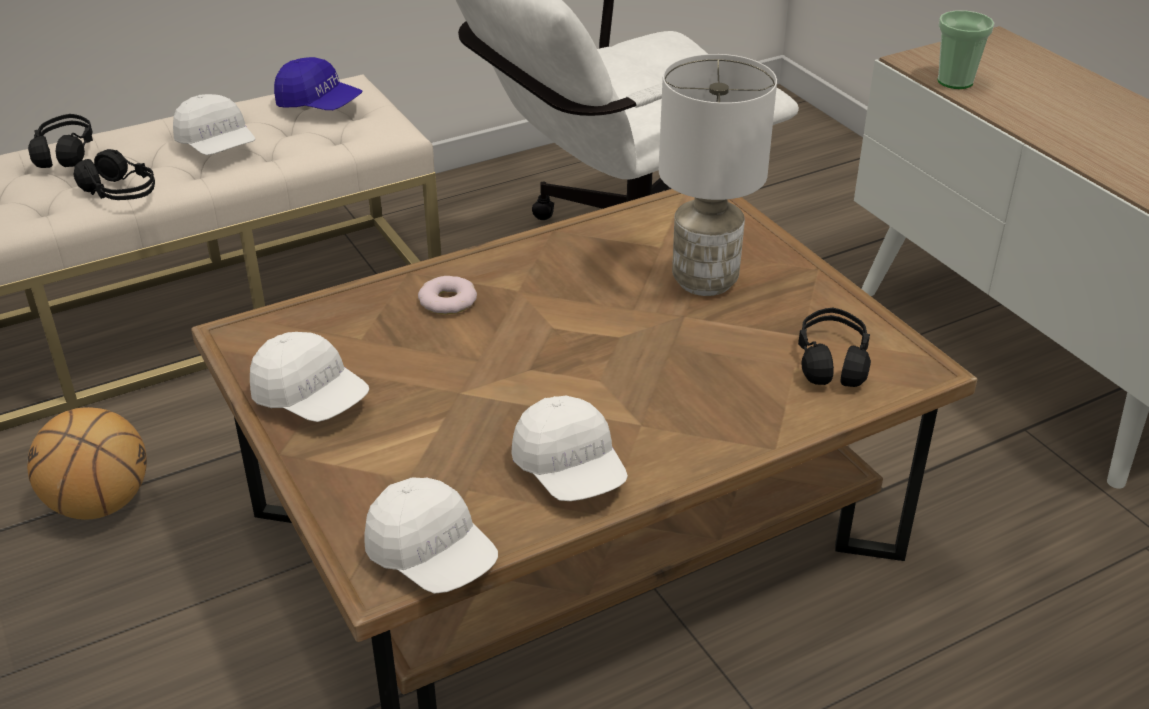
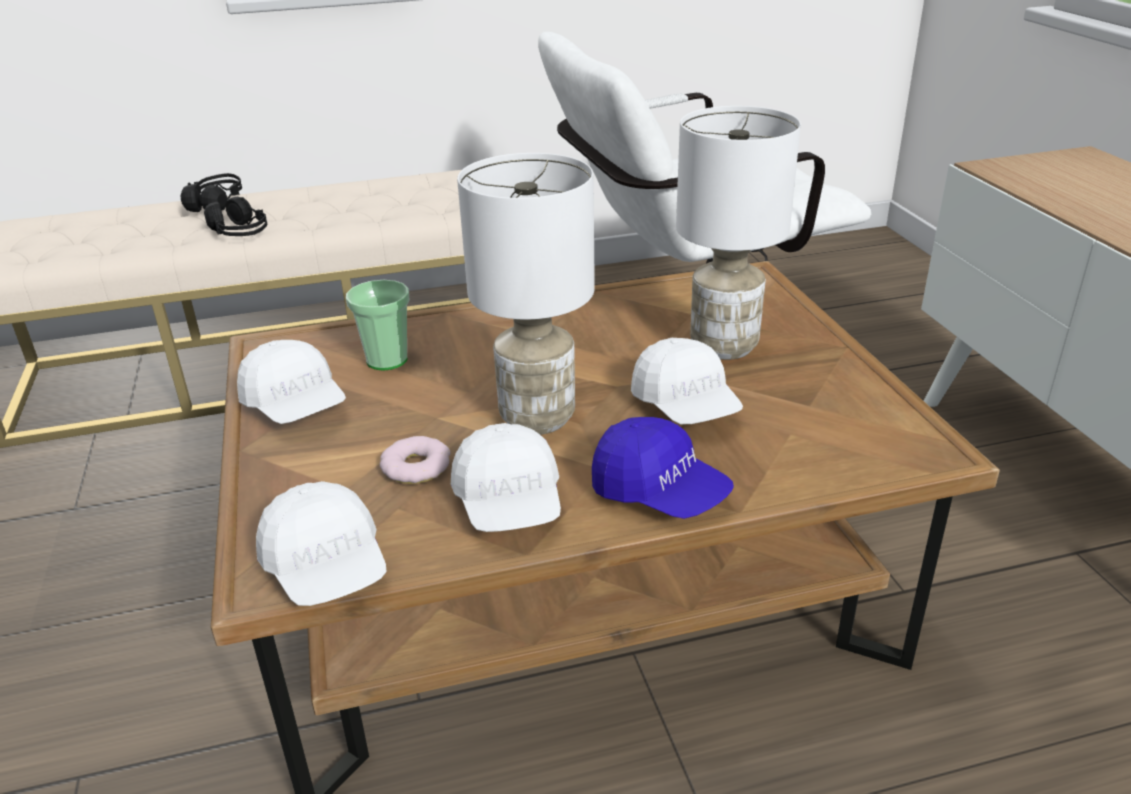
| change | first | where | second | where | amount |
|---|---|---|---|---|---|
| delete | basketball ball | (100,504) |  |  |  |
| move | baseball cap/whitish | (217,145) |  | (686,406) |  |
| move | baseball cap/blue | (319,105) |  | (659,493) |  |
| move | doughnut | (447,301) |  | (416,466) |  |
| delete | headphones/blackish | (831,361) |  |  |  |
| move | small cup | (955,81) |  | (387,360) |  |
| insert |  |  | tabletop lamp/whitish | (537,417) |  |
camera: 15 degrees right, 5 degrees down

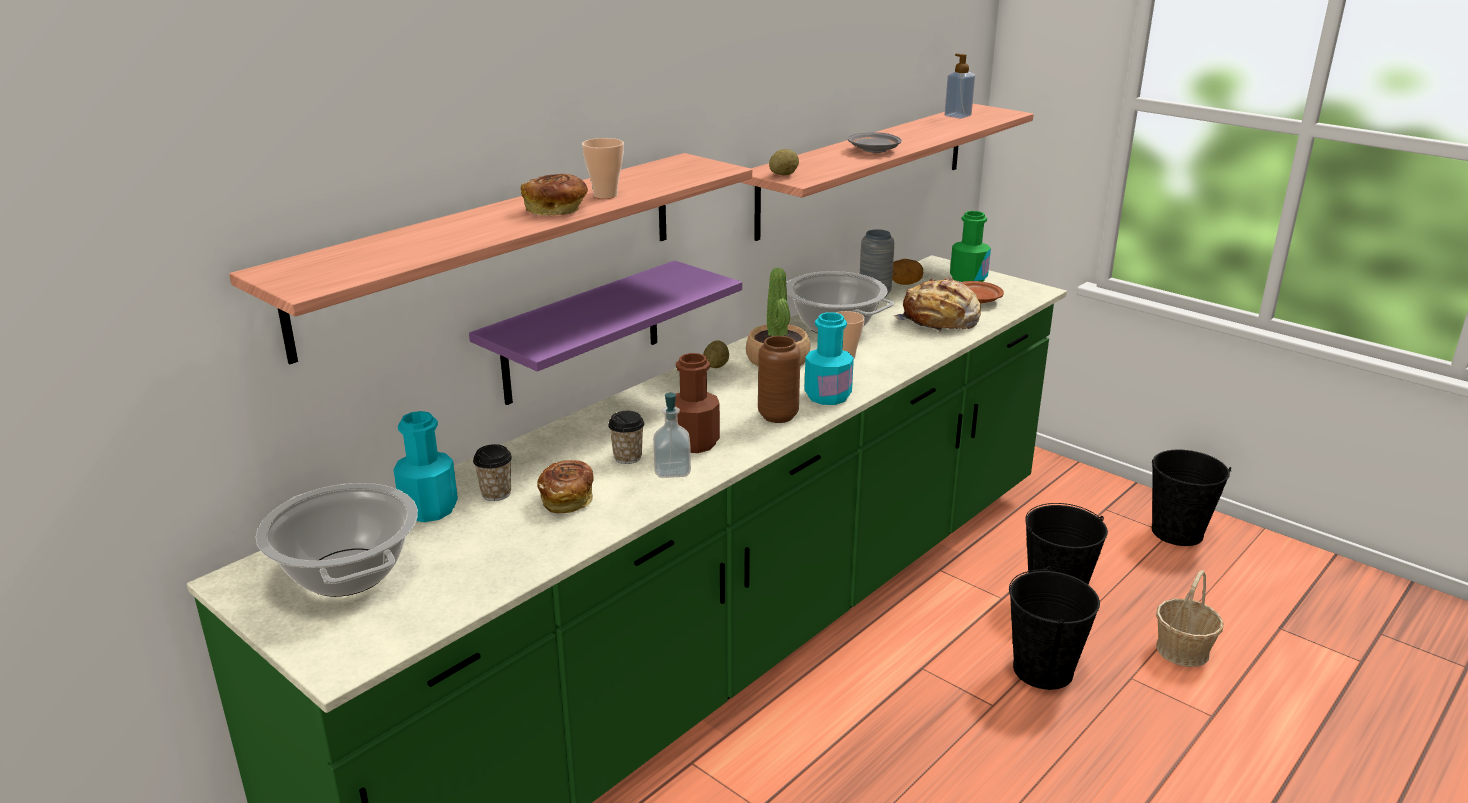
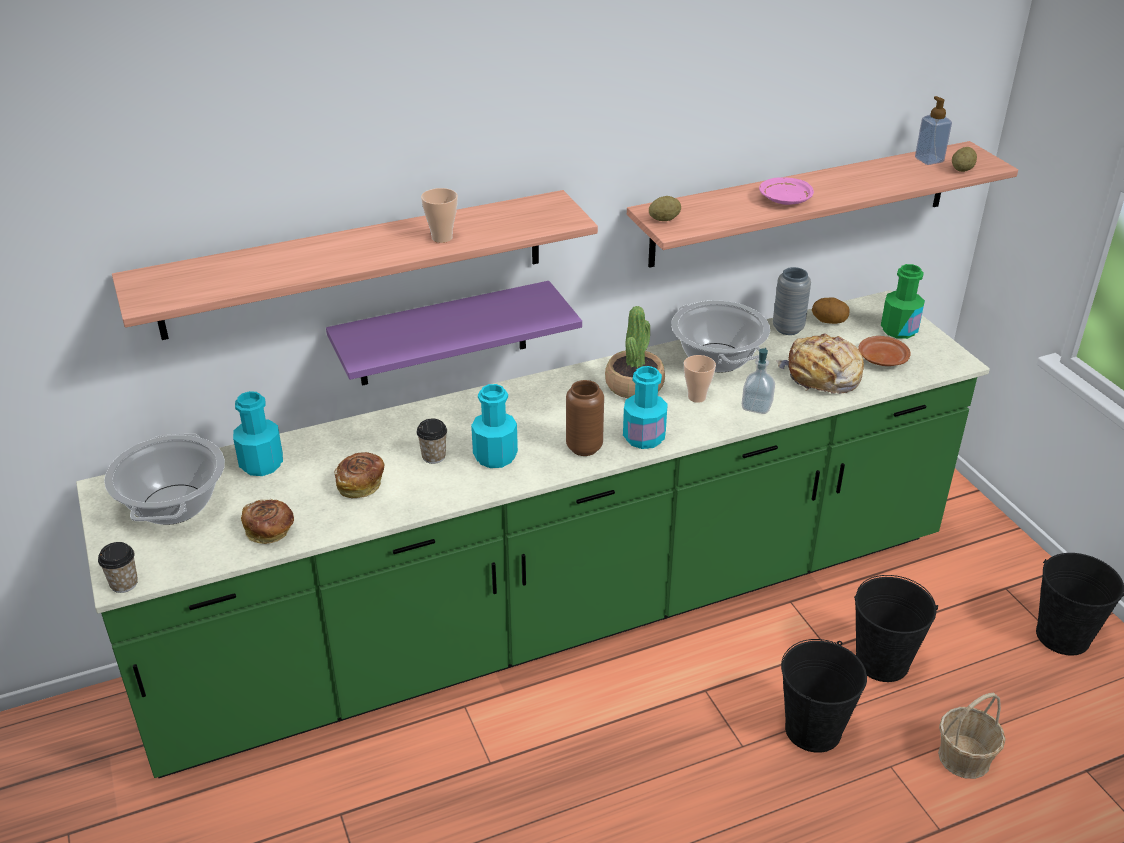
| change | first | where | second | where | amount |
|---|---|---|---|---|---|
| move | small cup | (496,493) |  | (124,583) |  |
| move | bread | (556,210) |  | (270,531) |  |
| move | soap bottle | (672,470) |  | (756,406) |  |
| recolor | beverage bottle/brown-coloured | (694,442) | beverage bottle/blue-green | (495,456) |  |
| move | potato | (716,366) |  | (962,170) |  |
| recolor | dinner plate/gray | (874,150) | dinner plate/pink | (785,200) |  |
camera: 25 degrees right, 10 degrees up

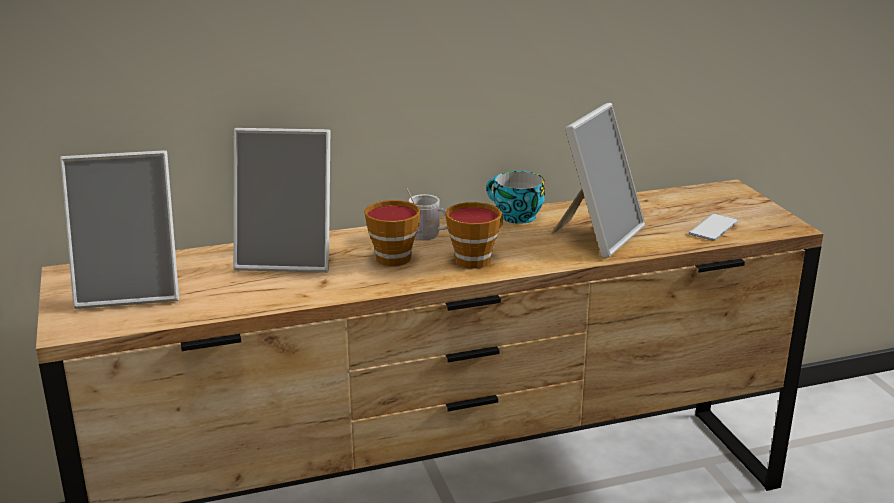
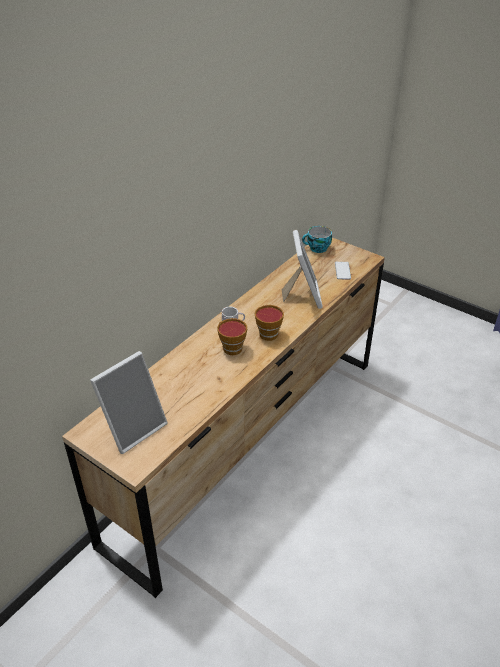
| change | first | where | second | where | amount |
|---|---|---|---|---|---|
| delete | standing frame | (288,258) |  |  |  |
| move | small cup | (515,217) |  | (317,249) |  |
camera: 35 degrees left, 15 degrees up

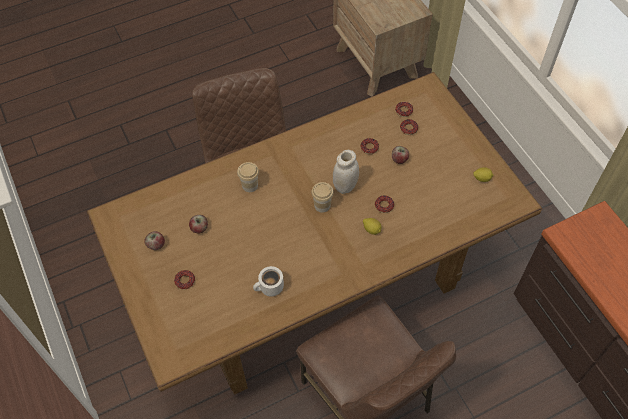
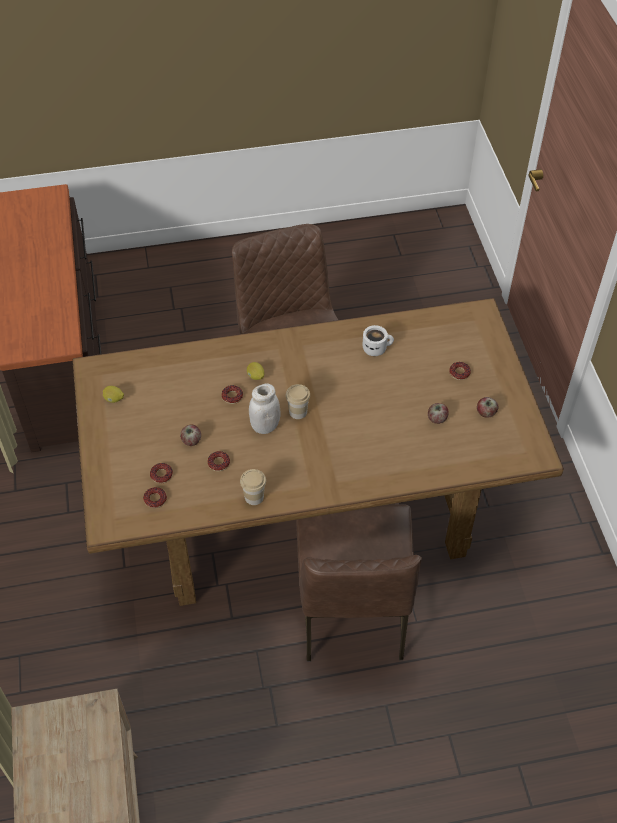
| change | first | where | second | where | amount |
|---|---|---|---|---|---|
| move | small cup | (250,185) |  | (254,497) |  |
camera: 165 degrees left, 5 degrees down

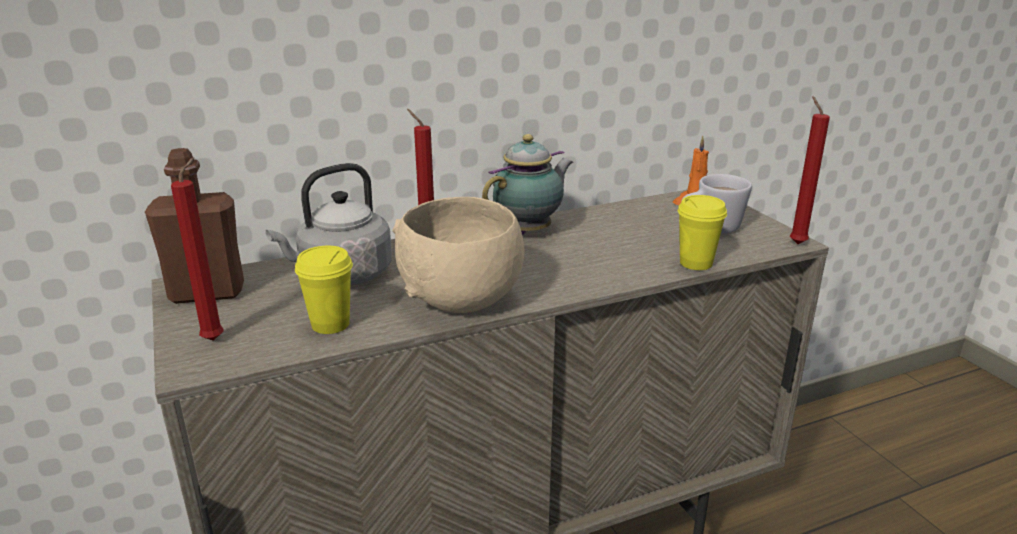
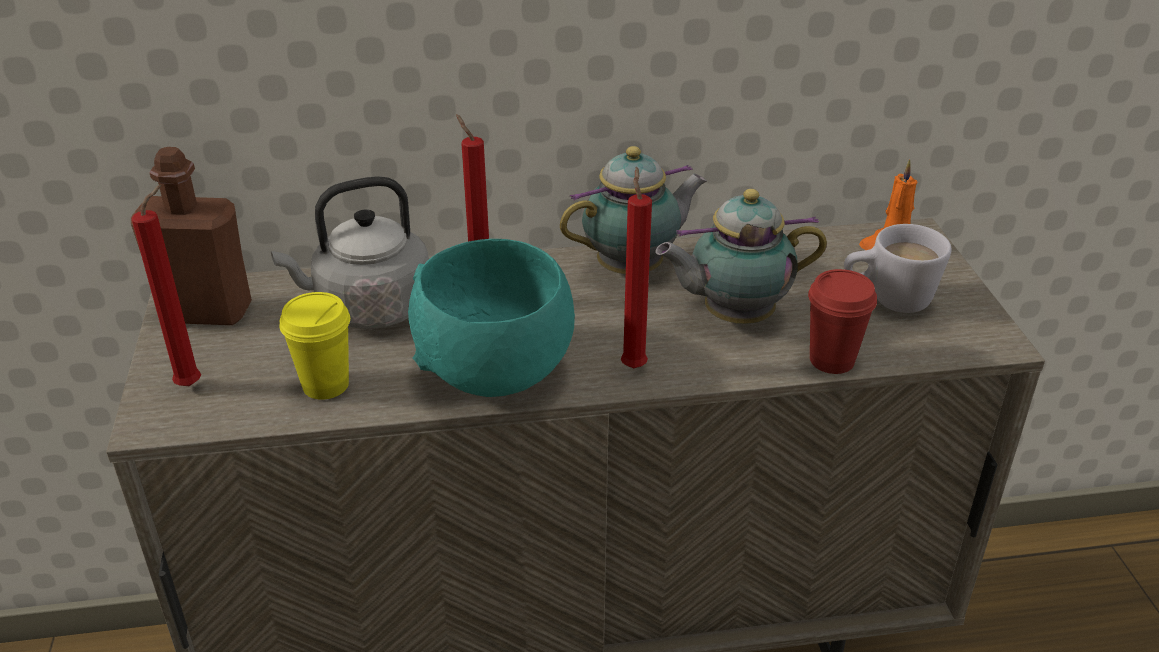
| change | first | where | second | where | amount |
|---|---|---|---|---|---|
| recolor | serving bowl/sand-coloured | (463,299) | serving bowl/blue-green | (497,372) |  |
| recolor | small cup/yellow-coloured | (696,263) | small cup/reddish | (831,360) |  |
| move | candle/reddish | (795,243) |  | (633,365) |  |
| insert |  |  | pot for tea | (732,316) |  |
camera: 15 degrees right, 10 degrees up

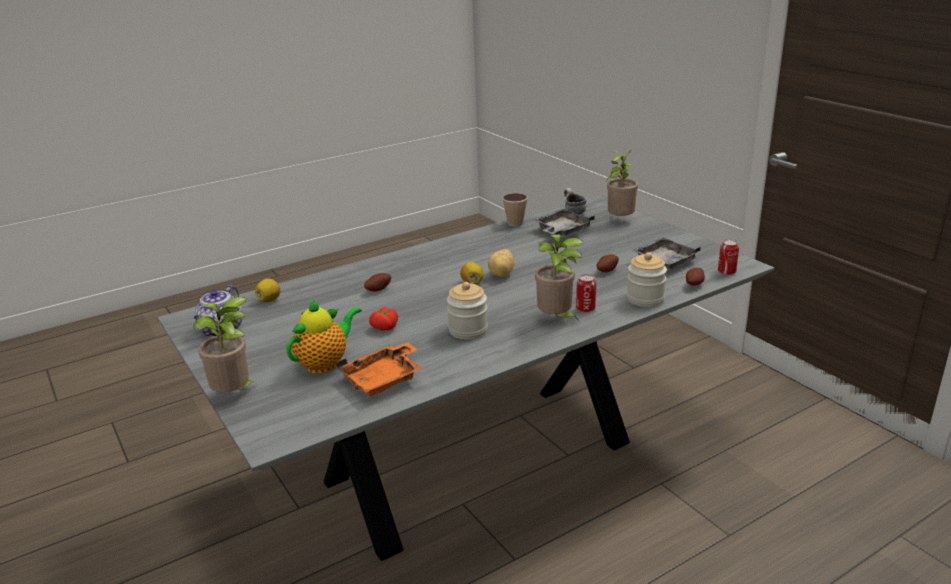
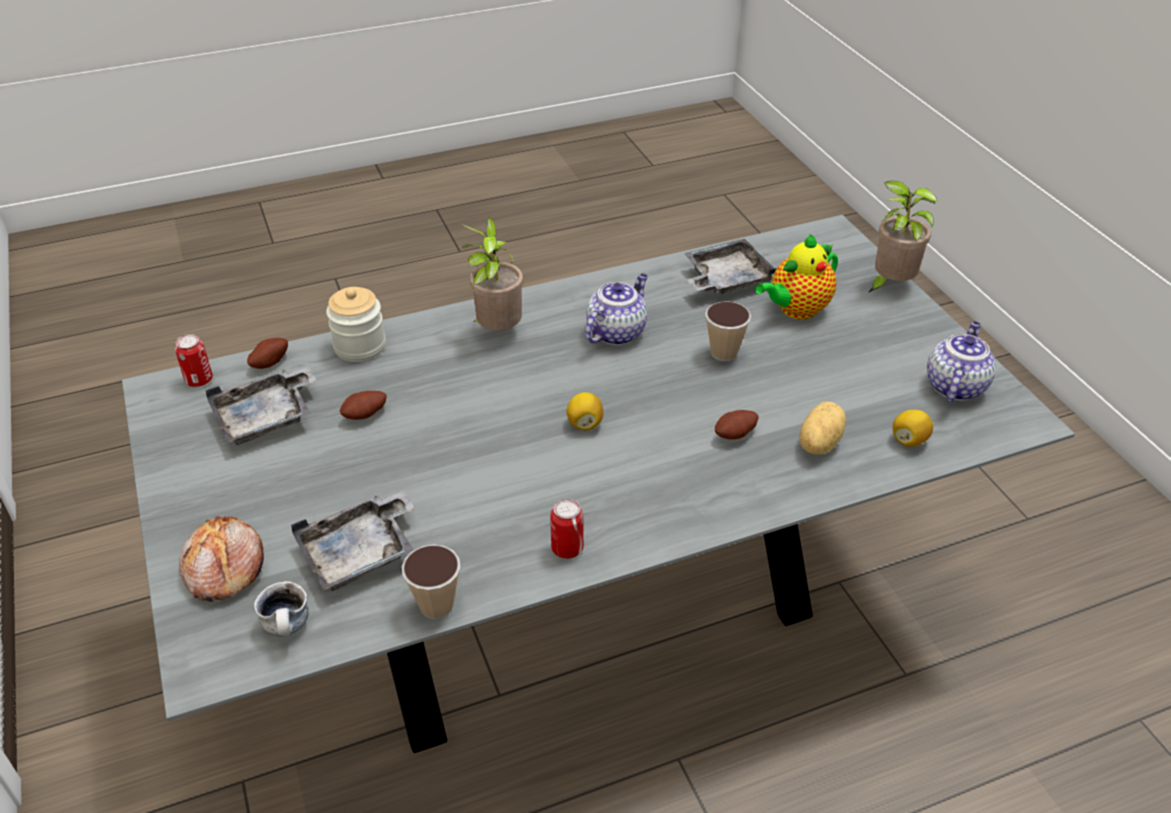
| change | first | where | second | where | amount |
|---|---|---|---|---|---|
| recolor | serving tray/orangey | (383,379) | serving tray/gray | (726,279) |  |
| replace | tomato | (385,328) | small cup | (724,353) |  |
| replace | jar | (468,330) | pot for tea | (616,332) |  |
| move | potato | (502,274) |  | (817,443) |  |
| move | metal can | (585,309) |  | (567,548) |  |
| replace | plant in a pot | (620,220) | bread | (223,568) |  |
camera: 170 degrees left, 15 degrees up

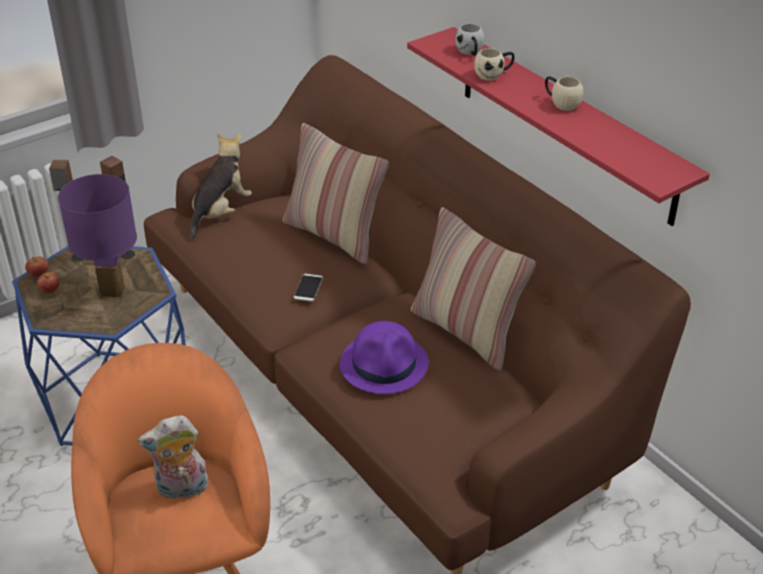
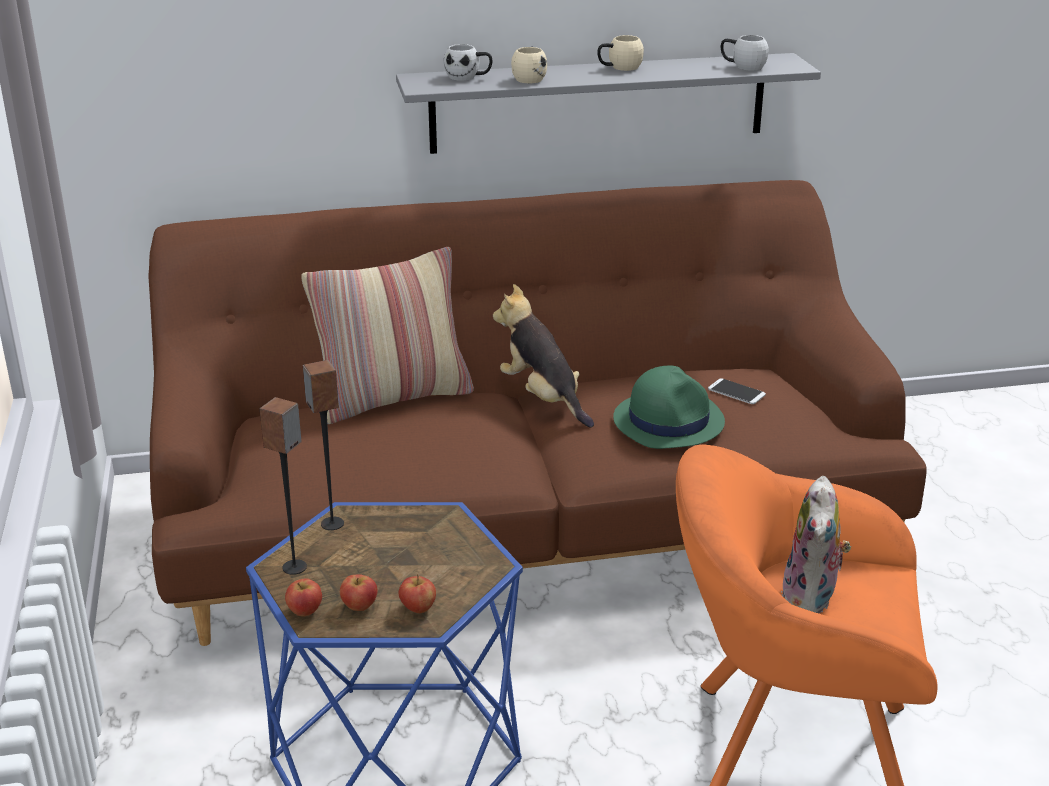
| change | first | where | second | where | amount |
|---|---|---|---|---|---|
| delete | tabletop lamp/purple | (113,292) |  |  |  |
| move | cuddly toy | (220,213) |  | (543,398) |  |
| move | telephone | (308,288) |  | (736,392) |  |
| recolor | hat/purple | (385,364) | hat/greenish | (668,421) |  |
| recolor | wall shelf/reddish | (565,124) | wall shelf/gray | (598,103) |  |
| delete | throw pillow | (466,332) |  |  |  |
| insert |  |  | apple fruit | (418,608) |  |
| insert |  |  | coffee mug/whitish | (742,66) |  |
camera: 65 degrees left, 10 degrees down

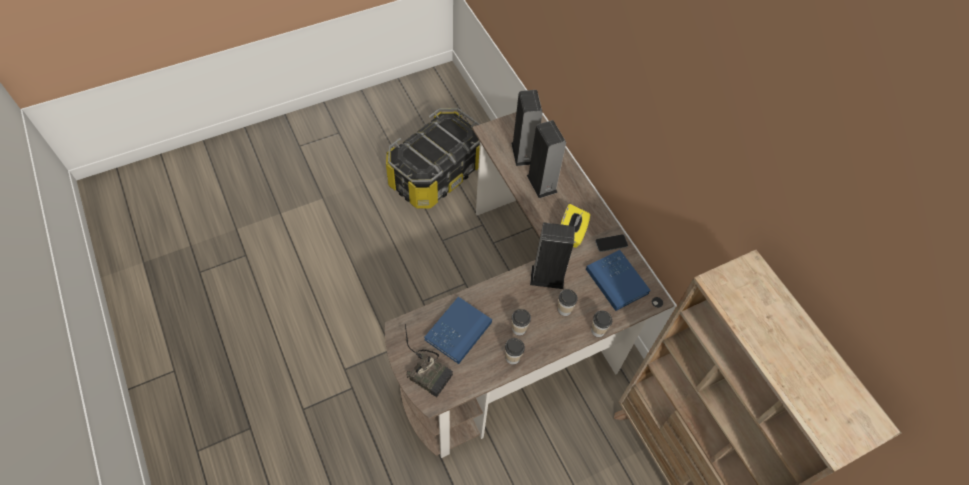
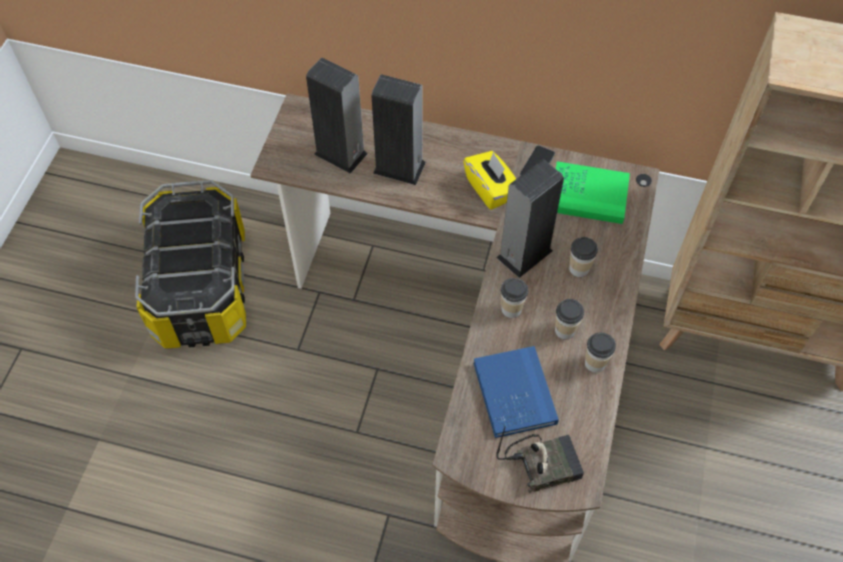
| change | first | where | second | where | amount |
|---|---|---|---|---|---|
| recolor | book/blue | (617,281) | book/greenish | (588,195) |  |
| move | small cup | (598,330) |  | (511,309) |  |
camera: 45 degrees left, 0 degrees up

